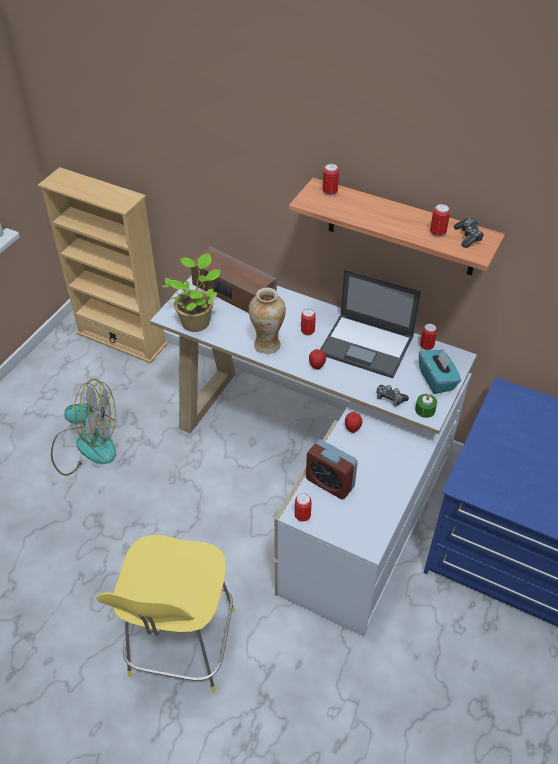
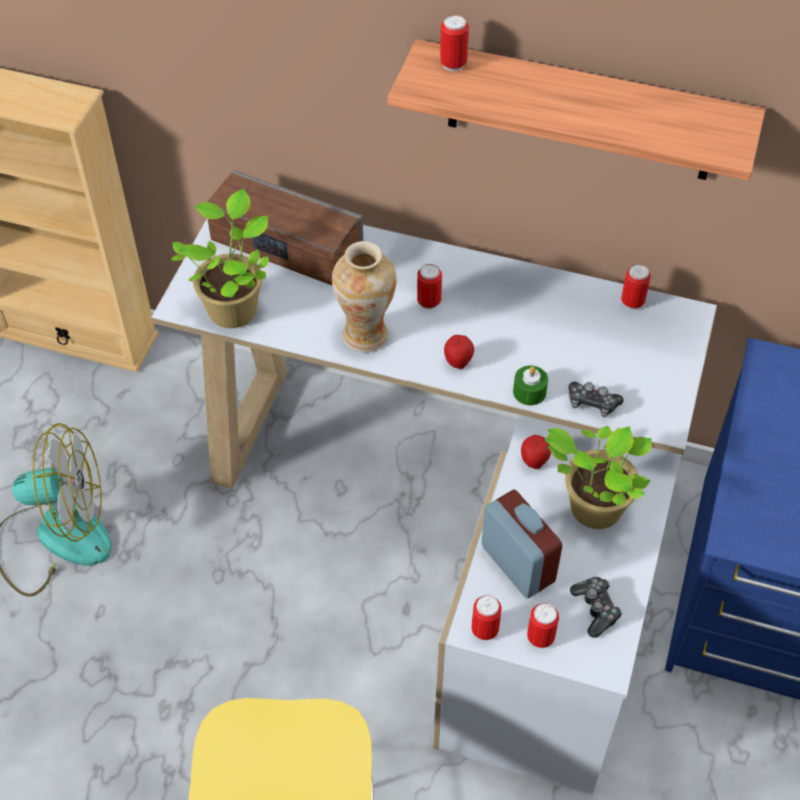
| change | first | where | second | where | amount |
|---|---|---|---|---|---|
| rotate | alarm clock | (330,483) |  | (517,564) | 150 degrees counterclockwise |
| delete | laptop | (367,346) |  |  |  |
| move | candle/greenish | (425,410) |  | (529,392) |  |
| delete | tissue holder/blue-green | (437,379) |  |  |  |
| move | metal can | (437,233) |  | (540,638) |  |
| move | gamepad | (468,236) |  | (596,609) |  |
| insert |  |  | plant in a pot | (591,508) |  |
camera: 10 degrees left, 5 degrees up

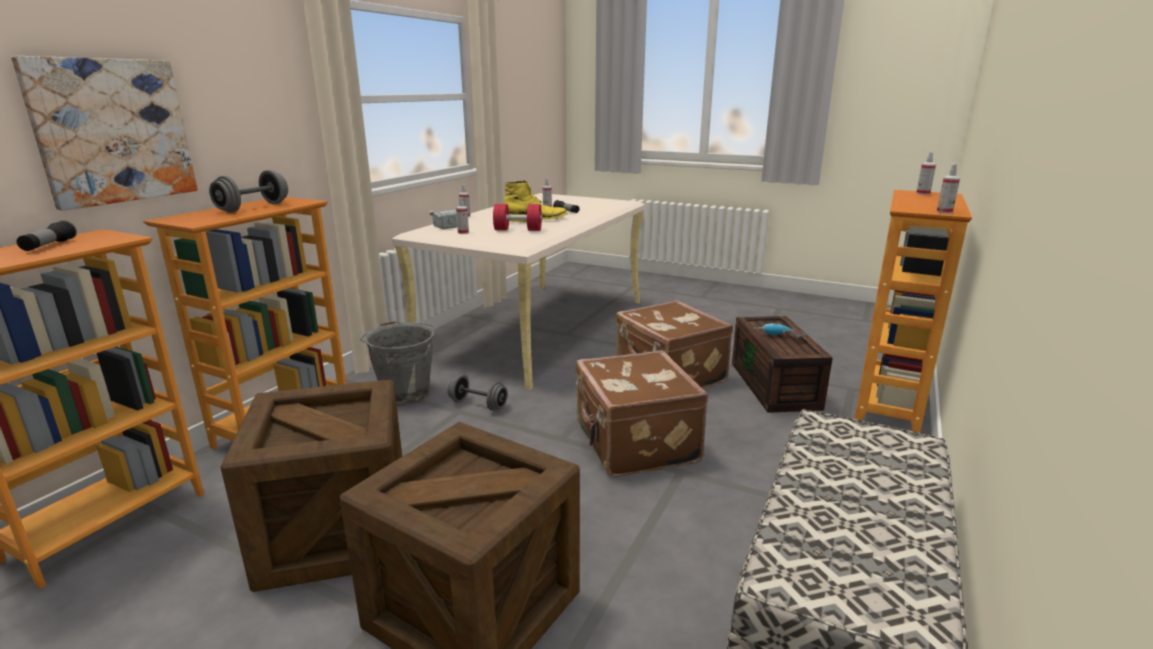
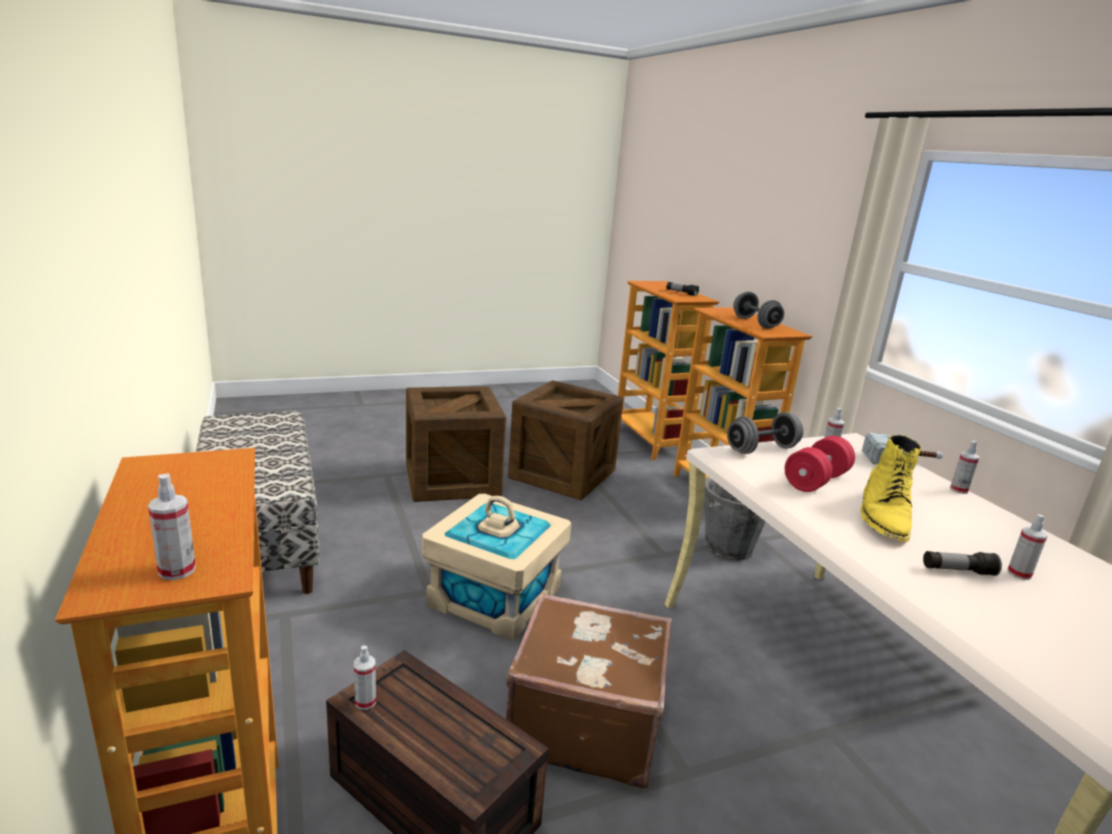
| change | first | where | second | where | amount |
|---|---|---|---|---|---|
| delete | picture | (112,131) |  |  |  |
| move | hand weight/gray | (478,405) |  | (761,449) |  |
| replace | piece of luggage/brown-coloured | (634,444) | storage container/sand-coloured | (494,597) |  |
| delete | power drill | (778,337) |  |  |  |
| move | sprayer | (944,212) |  | (365,702) |  |
camera: 130 degrees right, 0 degrees up

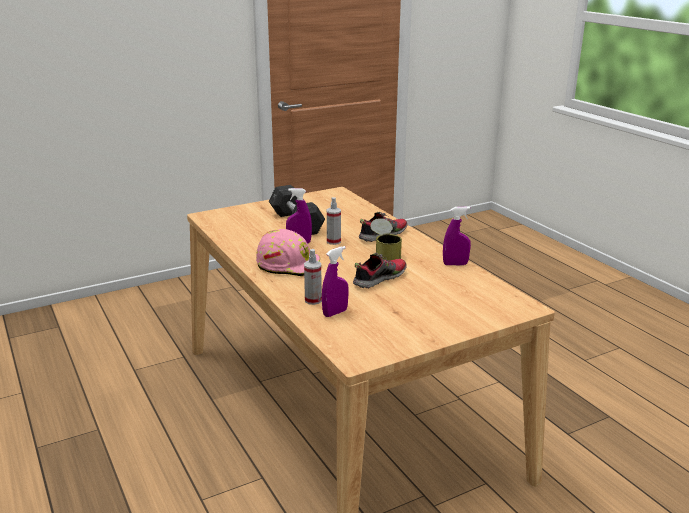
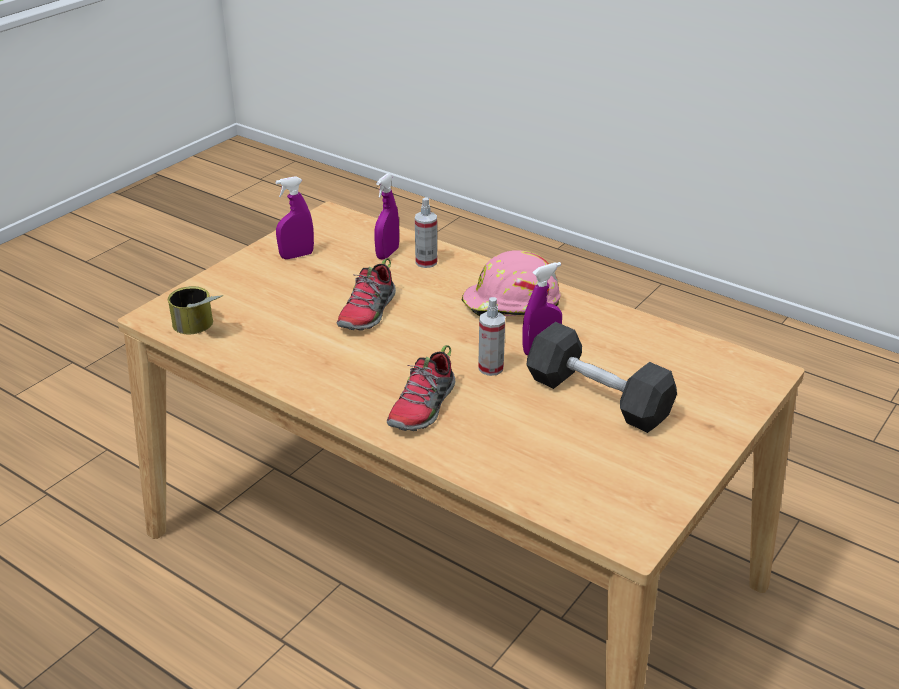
| change | first | where | second | where | amount |
|---|---|---|---|---|---|
| move | metal can | (385,253) |  | (199,328) |  |
| move | sprayer/purple | (455,264) |  | (297,255) |  |
camera: 155 degrees right, 10 degrees up

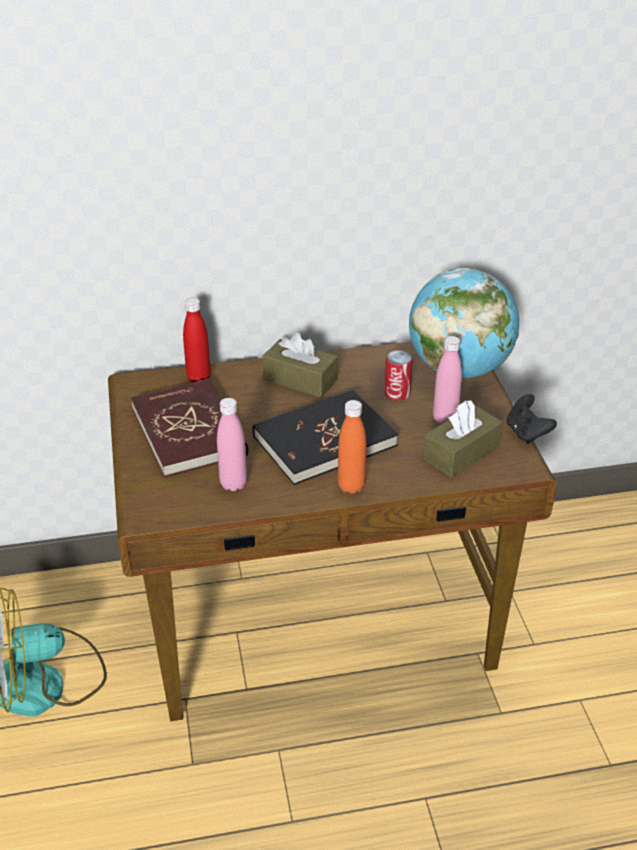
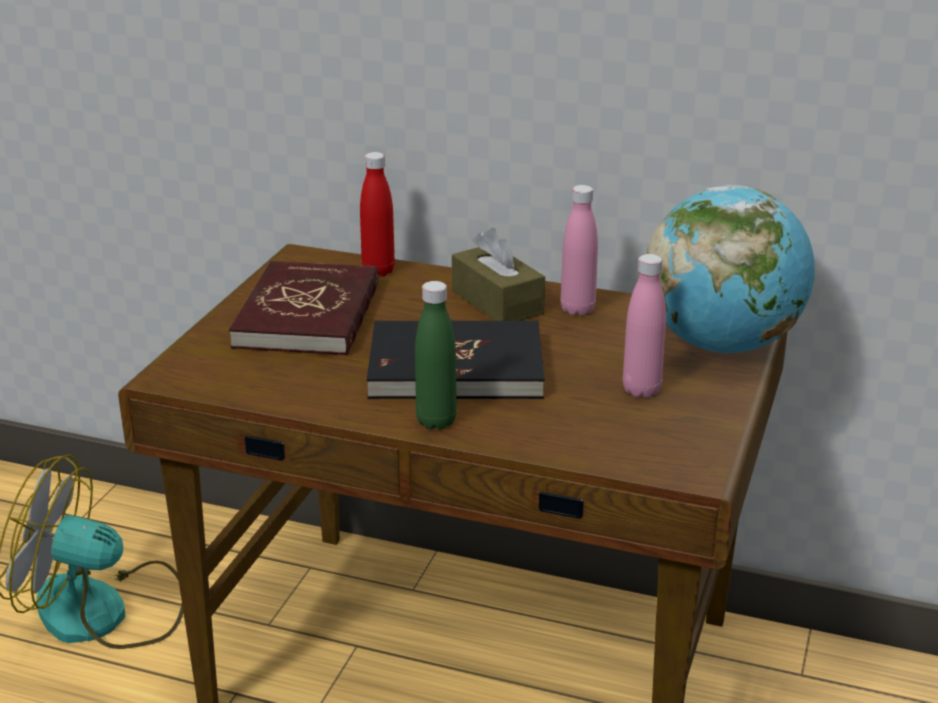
| change | first | where | second | where | amount |
|---|---|---|---|---|---|
| move | beverage bottle/pink | (233,484) |  | (577,309) |  |
| recolor | beverage bottle/orangey | (351,486) | beverage bottle/greenish | (436,421) |  |
| delete | metal can | (397,393) |  |  |  |
| delete | tissue holder/brown-coloured | (461,452) |  |  |  |
| delete | gamepad/blackish | (526,433) |  |  |  |
camera: 30 degrees right, 10 degrees down

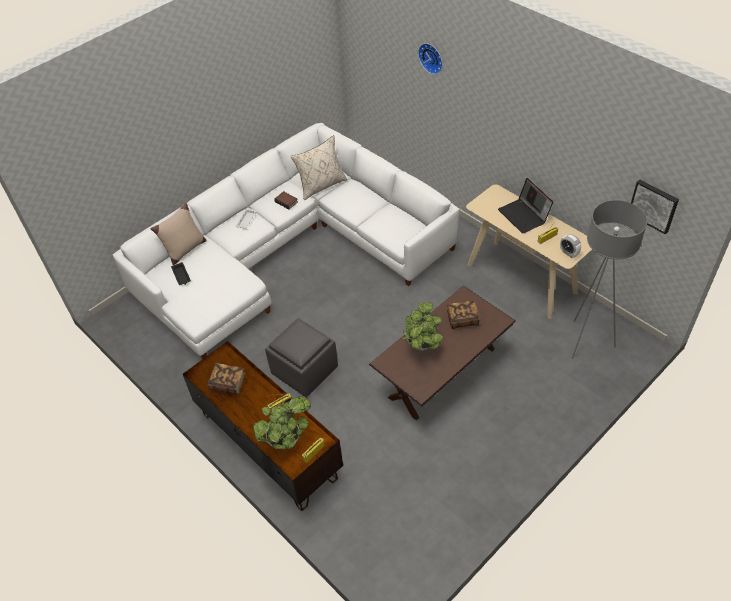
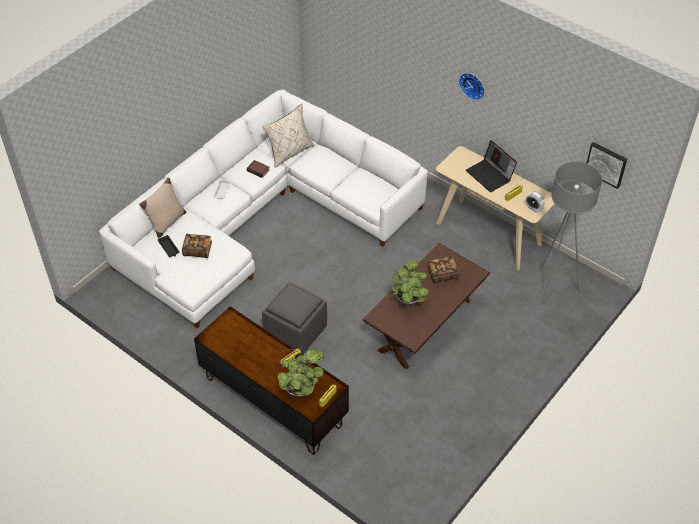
| change | first | where | second | where | amount |
|---|---|---|---|---|---|
| move | book | (228,384) |  | (197,250) |  |
| move | hanging clock | (432,57) |  | (473,85) |  |
camera: 10 degrees left, 0 degrees up

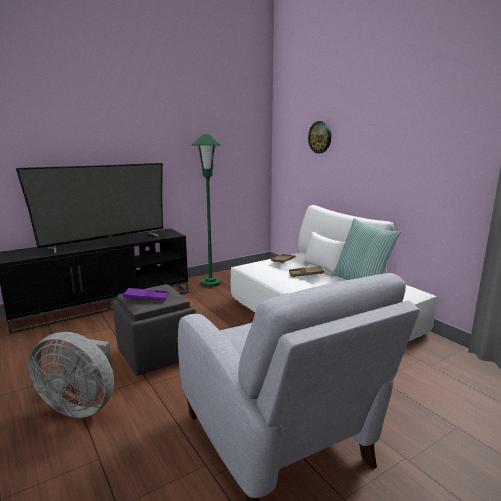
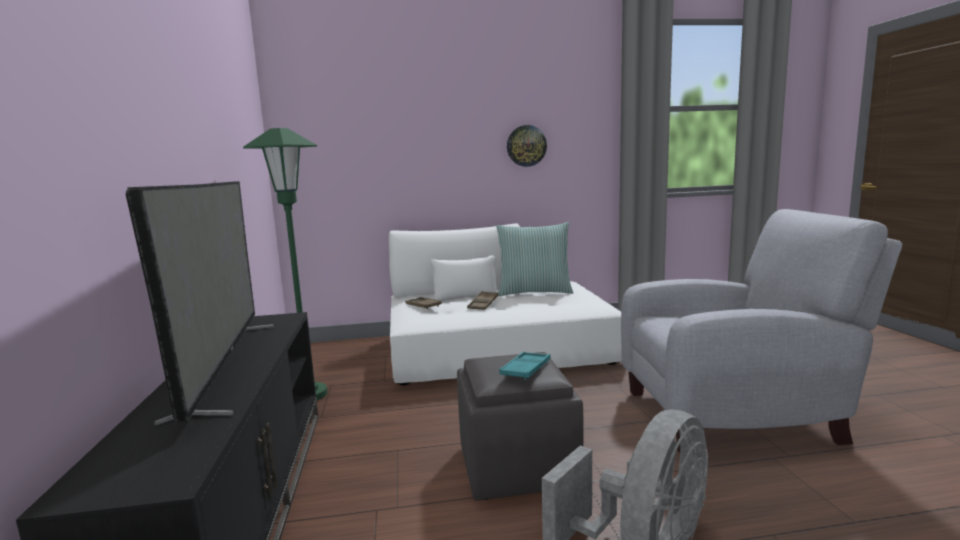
| change | first | where | second | where | amount |
|---|---|---|---|---|---|
| recolor | serving tray/purple | (146,297) | serving tray/blue-green | (526,369) |  |
| move | hanging clock | (320,137) |  | (526,146) |  |
camera: 65 degrees left, 5 degrees down

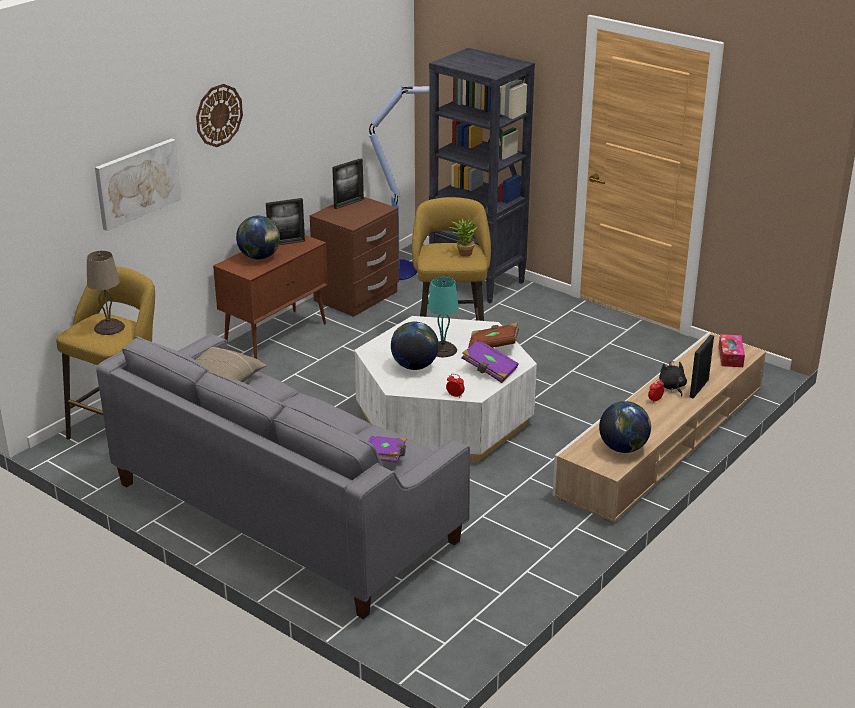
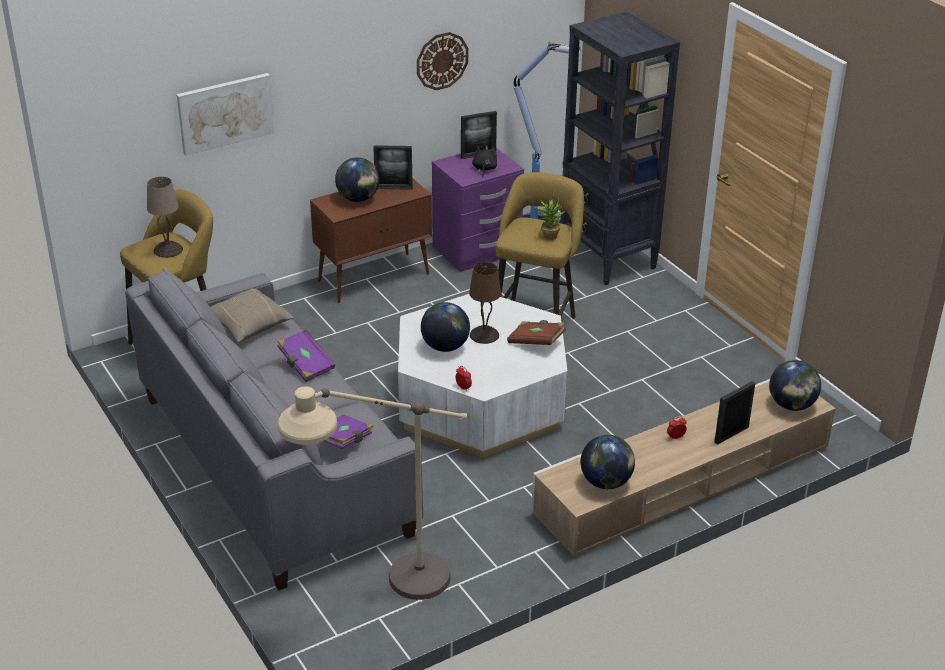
| change | first | where | second | where | amount |
|---|---|---|---|---|---|
| move | hanging clock | (218,115) |  | (442,61) |  |
| recolor | bedside table/brown-coloured | (357,297) | bedside table/purple | (477,251) |  |
| recolor | tabletop lamp/blue-green | (443,350) | tabletop lamp/brown-coloured | (484,335) |  |
| move | book/purple | (489,370) |  | (305,365) |  |
| move | cuddly toy/blackish | (672,387) |  | (484,169) |  |
| replace | tissue holder | (730,356) | desk globe | (791,405) |  |
| insert |  |  | standing lamp/sand-coloured | (380,593) |  |
camera: 20 degrees right, 5 degrees up

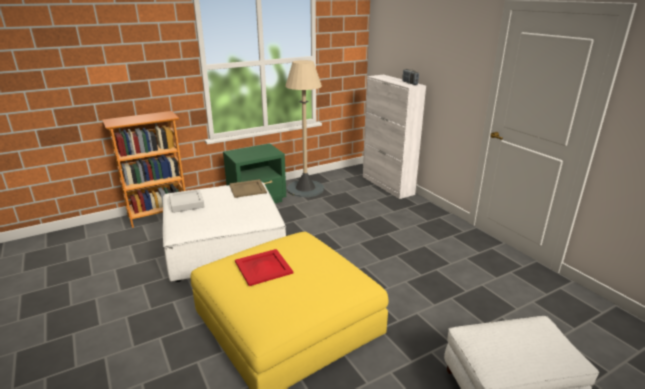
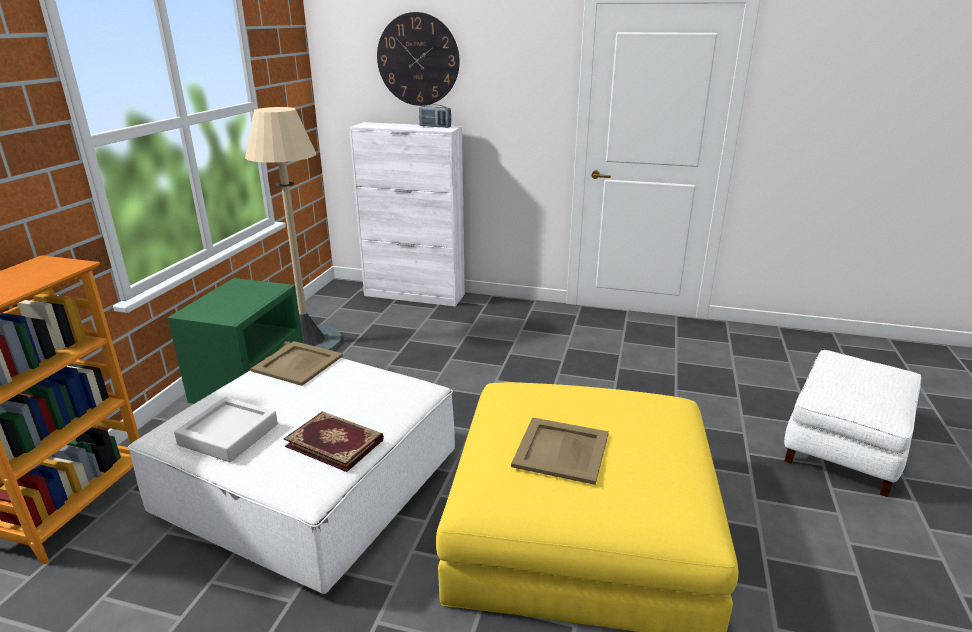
| change | first | where | second | where | amount |
|---|---|---|---|---|---|
| recolor | serving tray/reddish | (263,267) | serving tray/sand-coloured | (562,451) |  |
| insert |  |  | book | (335,442) |  |
| insert |  |  | hanging clock | (418,60) |  |
camera: 45 degrees left, 0 degrees up

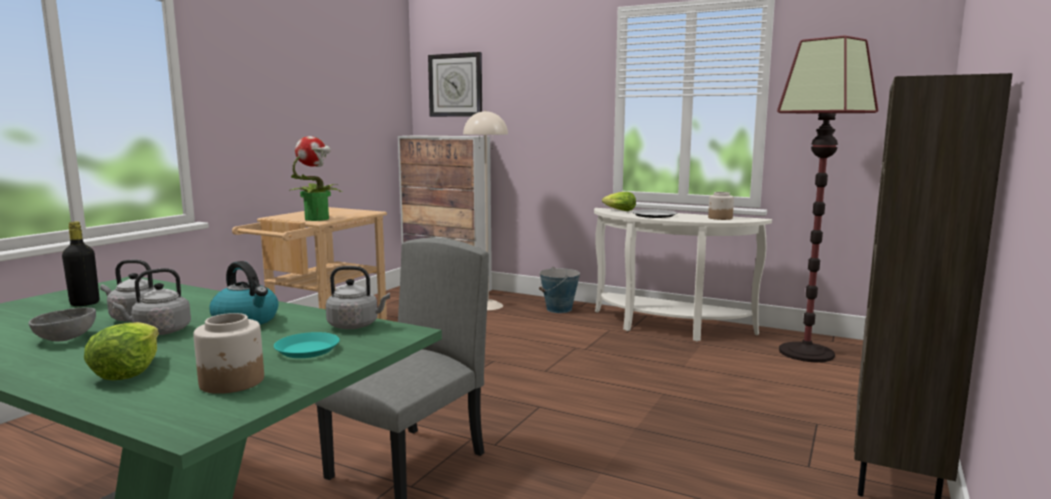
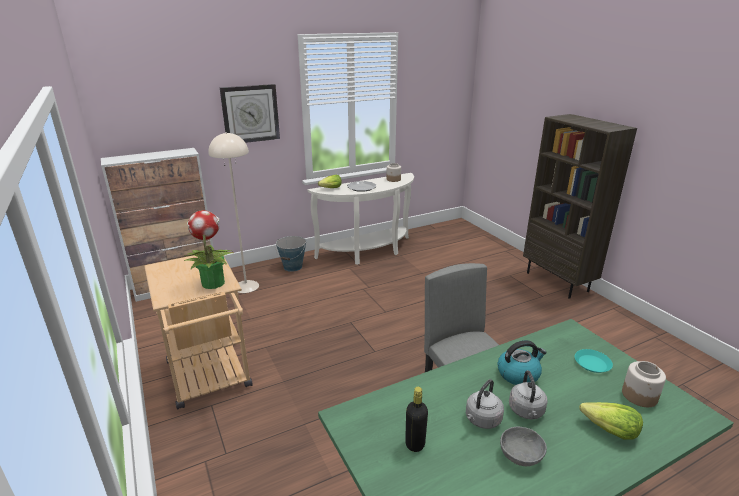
| change | first | where | second | where | amount |
|---|---|---|---|---|---|
| delete | water kettle/gray | (356,325) |  |  |  |
| move | hanging clock | (455,85) |  | (250,114) |  |
| delete | standing lamp | (806,352) |  |  |  |
camera: 55 degrees left, 15 degrees up

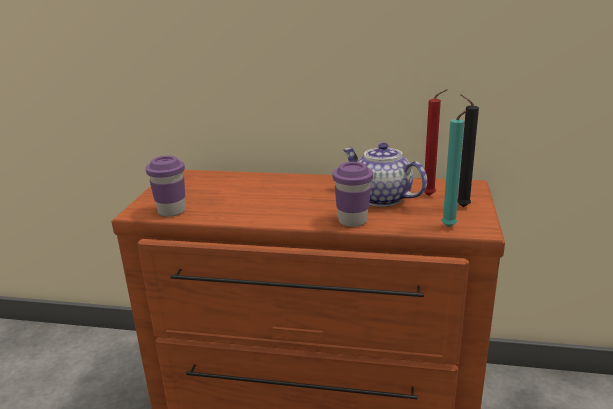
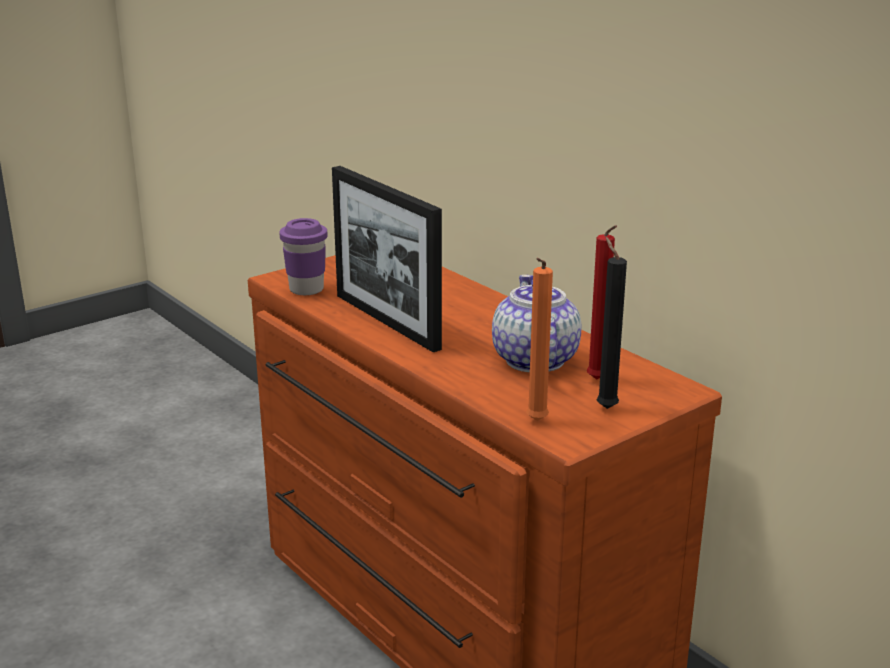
| change | first | where | second | where | amount |
|---|---|---|---|---|---|
| delete | small cup/purple | (352,221) |  |  |  |
| recolor | candle/blue-green | (449,228) | candle/orangey | (535,422) |  |
| insert |  |  | standing frame | (386,321) |  |
camera: 40 degrees right, 0 degrees up

